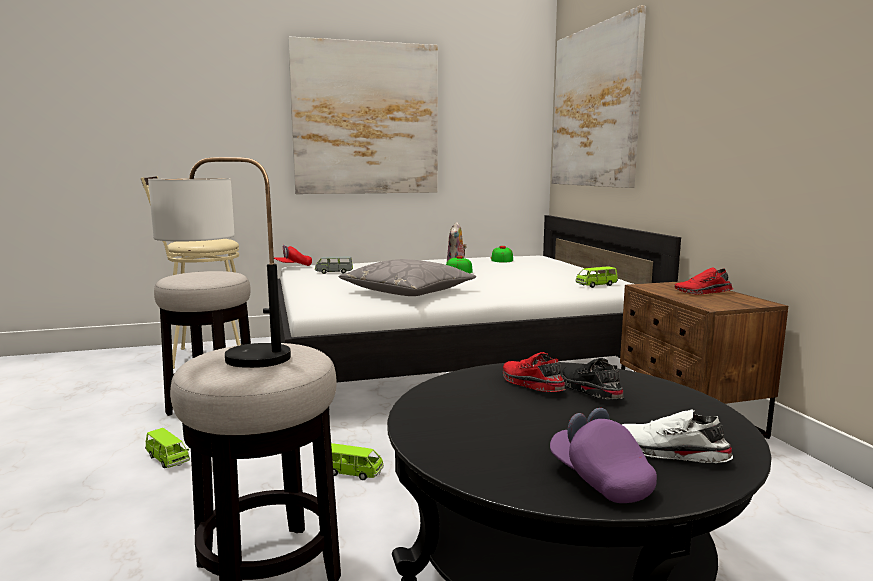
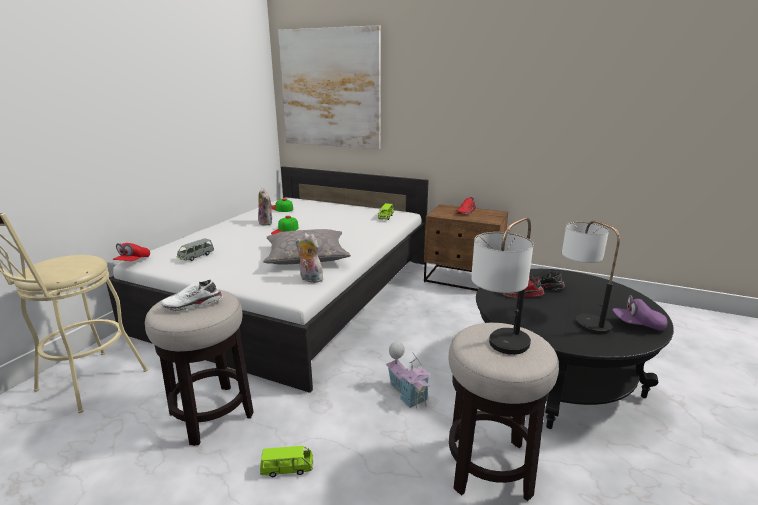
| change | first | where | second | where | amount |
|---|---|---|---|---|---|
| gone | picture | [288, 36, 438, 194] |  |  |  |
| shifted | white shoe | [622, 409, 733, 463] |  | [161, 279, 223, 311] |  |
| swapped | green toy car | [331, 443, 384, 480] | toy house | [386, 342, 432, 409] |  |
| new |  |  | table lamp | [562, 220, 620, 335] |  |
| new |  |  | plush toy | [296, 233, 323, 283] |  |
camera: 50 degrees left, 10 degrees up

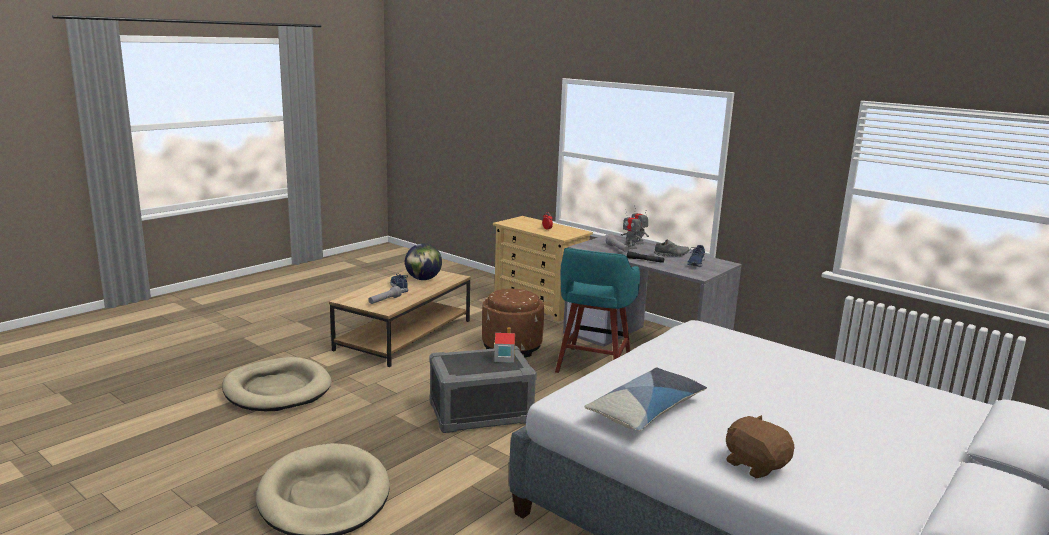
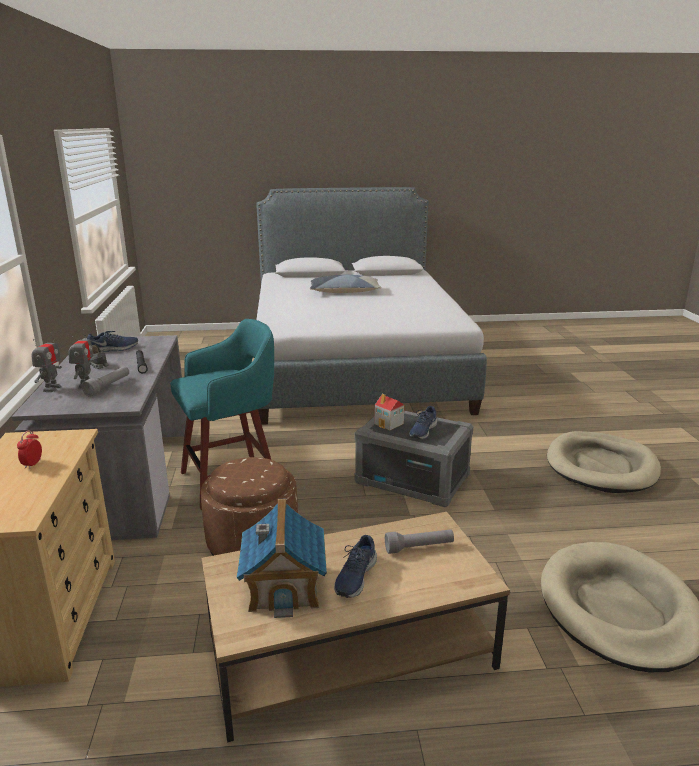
| change | first | where | second | where | amount |
|---|---|---|---|---|---|
| swapped | globe | [405, 243, 442, 280] | toy house | [237, 498, 327, 618] |  |
| shifted | pillow | [584, 368, 707, 431] |  | [310, 275, 381, 293] |  |
| gone | brown plush toy | [726, 415, 794, 478] |  |  |  |
| new |  |  | blue shoe | [409, 406, 437, 439] |  |
camera: 135 degrees left, 5 degrees up

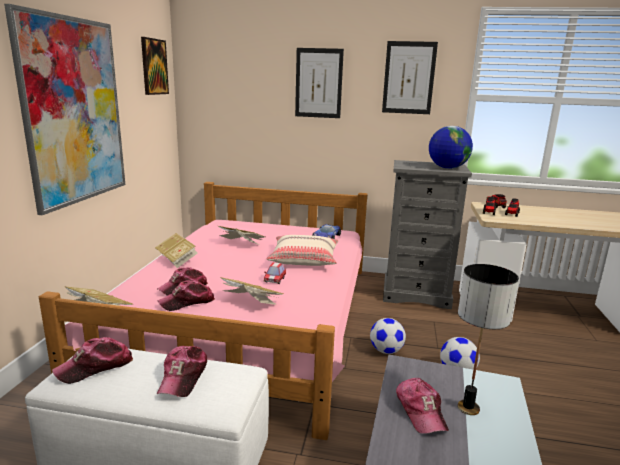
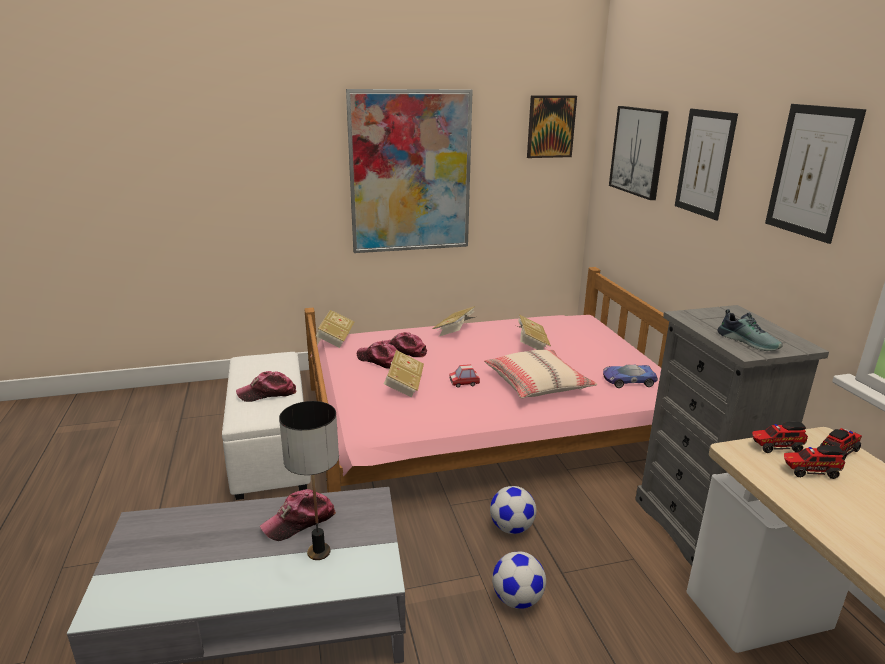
| change | first | where | second | where | amount |
|---|---|---|---|---|---|
| swapped | globe | [429, 126, 473, 169] | shoe | [717, 309, 783, 351] |  |
| gone | cap | [52, 337, 133, 384] |  |  |  |
| new |  |  | picture | [609, 106, 669, 200] |  |
camera: 65 degrees right, 5 degrees up

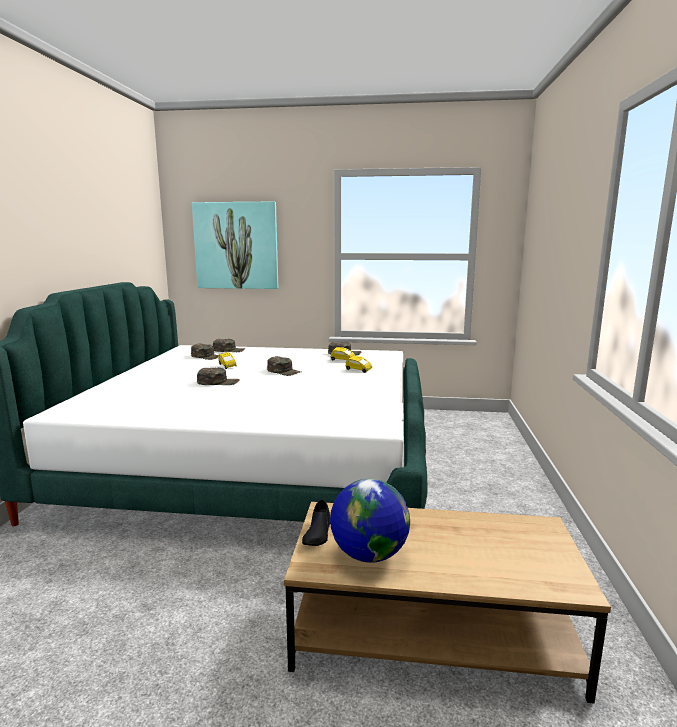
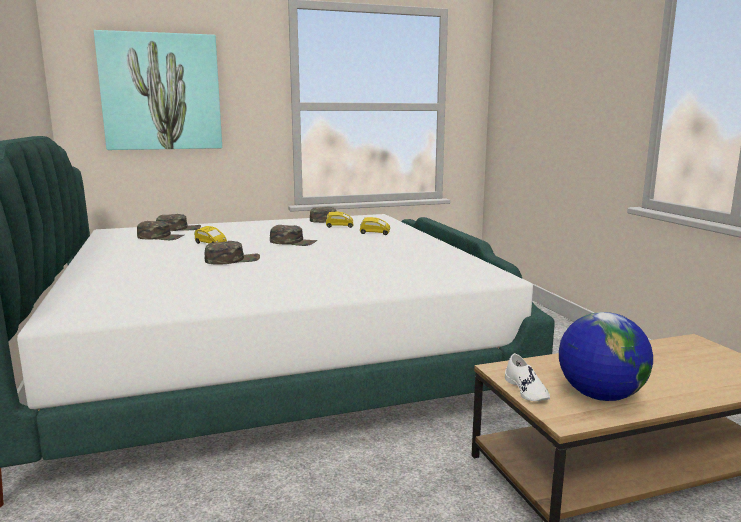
| change | first | where | second | where | amount |
|---|---|---|---|---|---|
| repainted | black shoe | [302, 499, 330, 546] | white shoe | [505, 353, 550, 401] |  |
camera: 25 degrees left, 0 degrees up

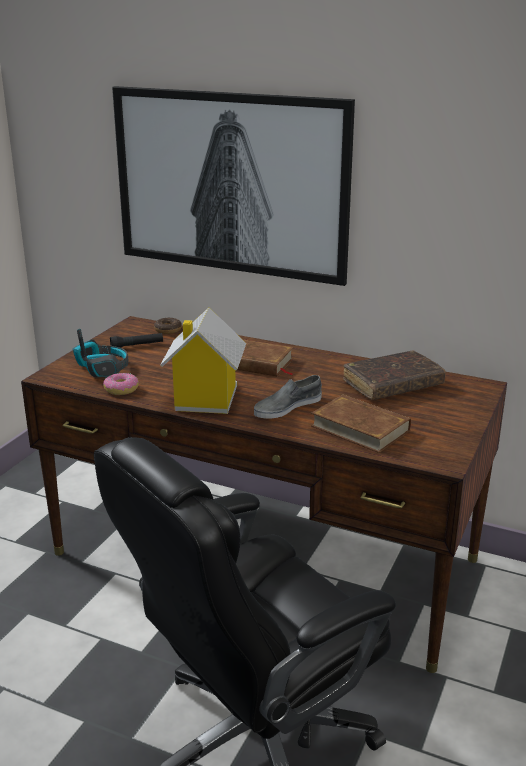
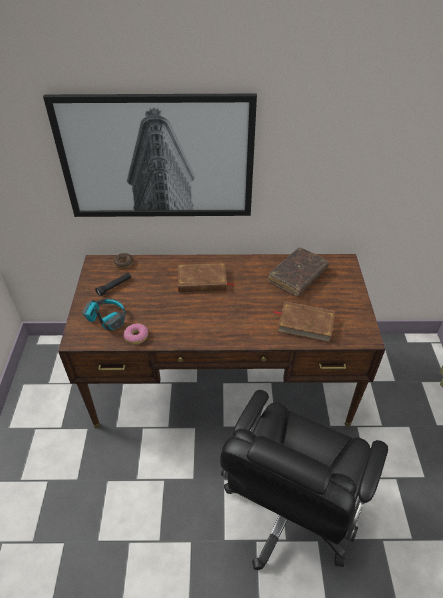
| change | first | where | second | where | amount |
|---|---|---|---|---|---|
| gone | toy house | [160, 307, 246, 414] |  |  |  |
| gone | grey shoe | [254, 375, 322, 419] |  |  |  |
camera: 25 degrees left, 20 degrees up

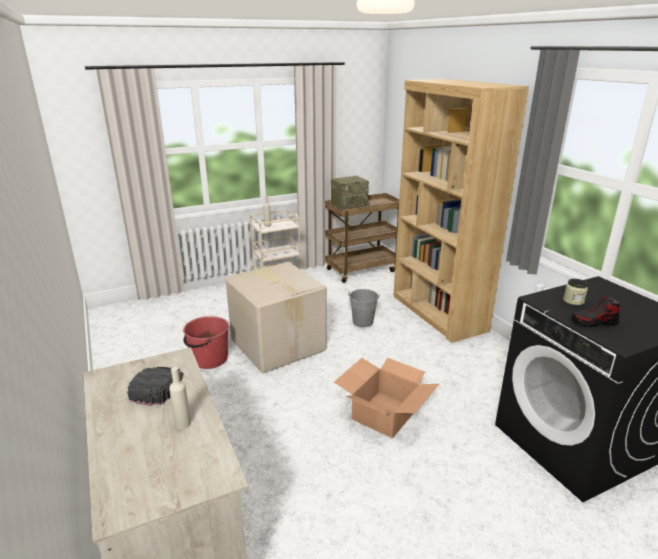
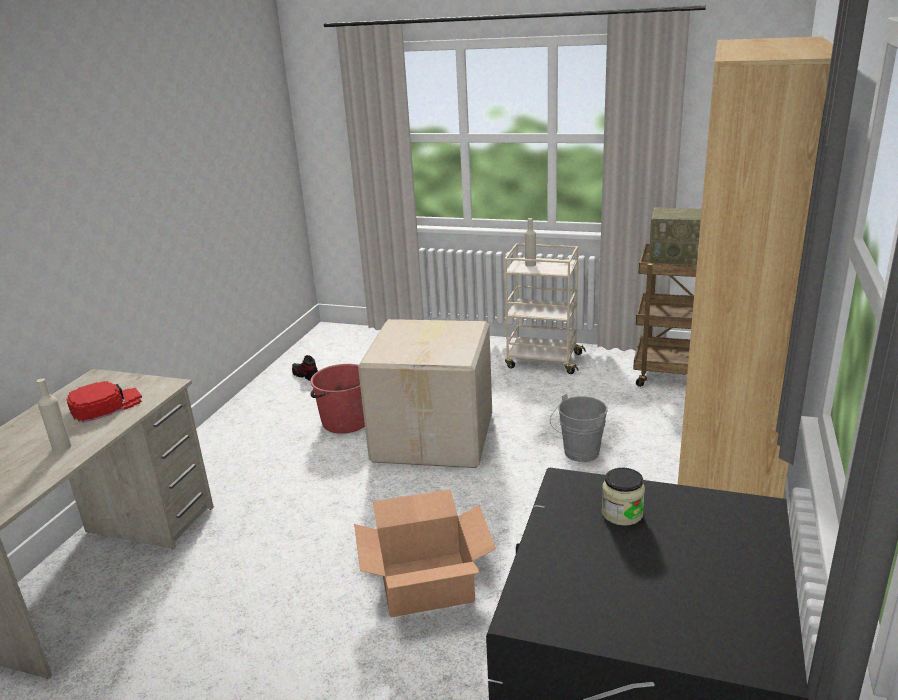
| change | first | where | second | where | amount |
|---|---|---|---|---|---|
| shifted | shoe | [572, 295, 620, 327] |  | [292, 355, 318, 381] |  |
| repainted | black cap | [127, 367, 184, 406] | red cap | [66, 381, 142, 423] |  |
camera: 45 degrees right, 0 degrees up

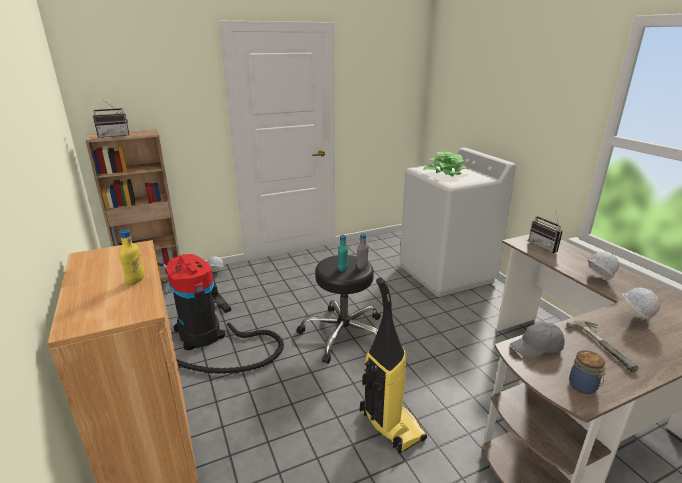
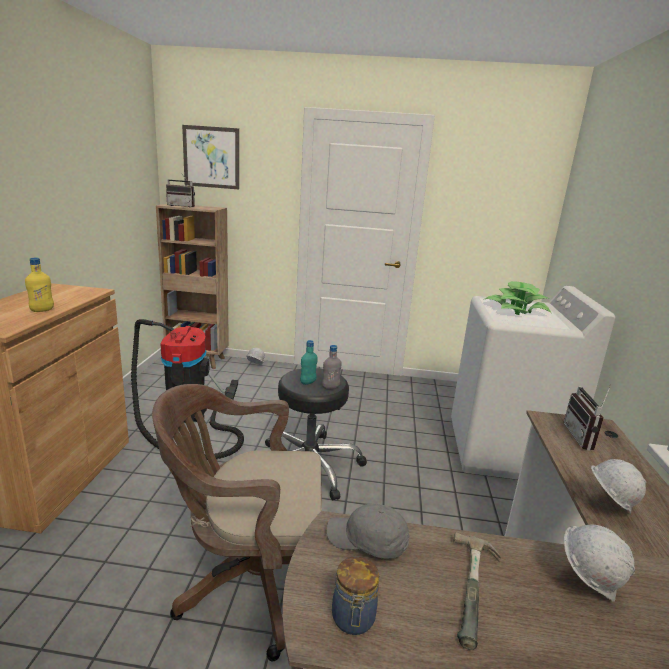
| change | first | where | second | where | amount |
|---|---|---|---|---|---|
| swapped | vacuum cleaner | [360, 278, 427, 454] | brown office chair | [152, 384, 322, 662] |  |
| new |  |  | picture | [182, 125, 239, 189] |  |
camera: 30 degrees right, 5 degrees down

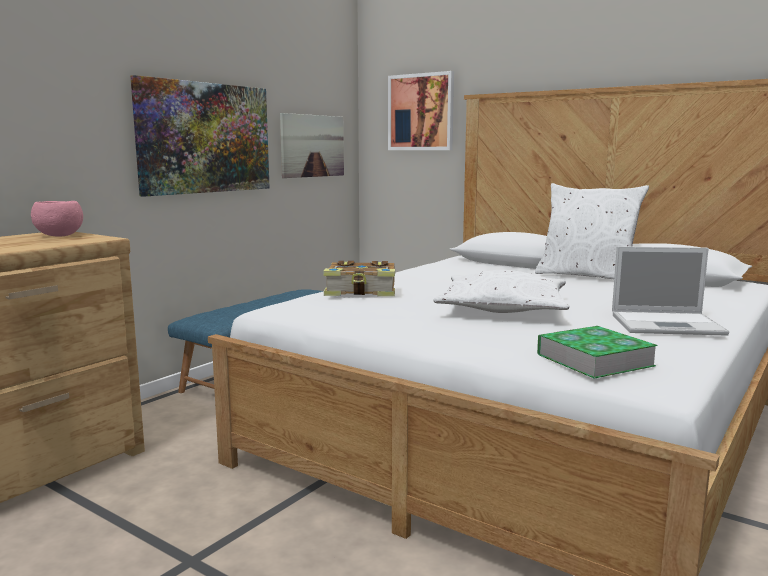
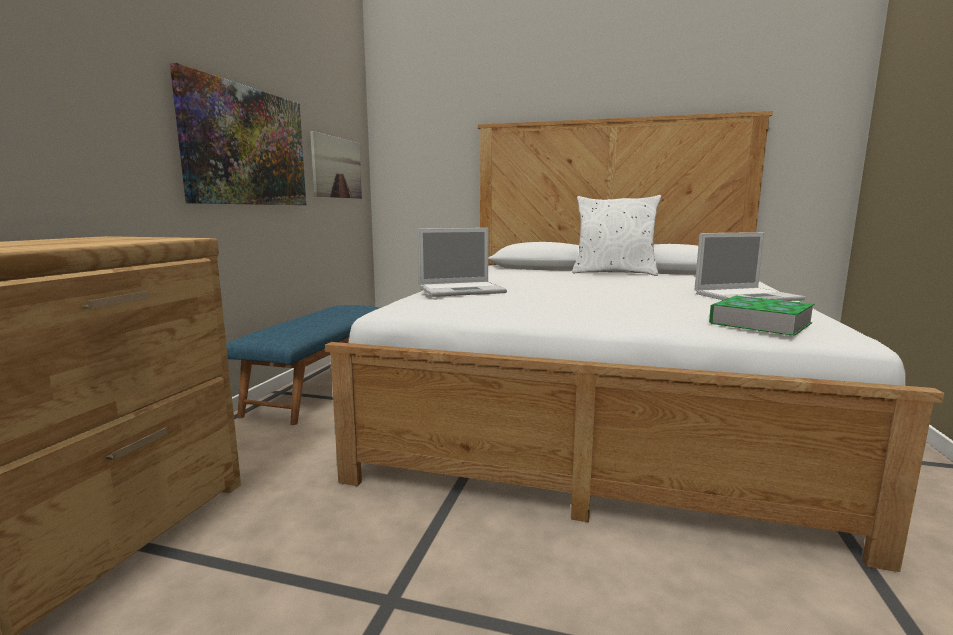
| change | first | where | second | where | amount |
|---|---|---|---|---|---|
| gone | picture | [388, 71, 454, 150] |  |  |  |
| gone | pink bowl | [31, 201, 83, 237] |  |  |  |
| swapped | book | [323, 261, 395, 296] | laptop | [418, 228, 507, 297] |  |
| gone | white pillow | [434, 270, 569, 313] |  |  |  |
camera: 20 degrees left, 0 degrees up

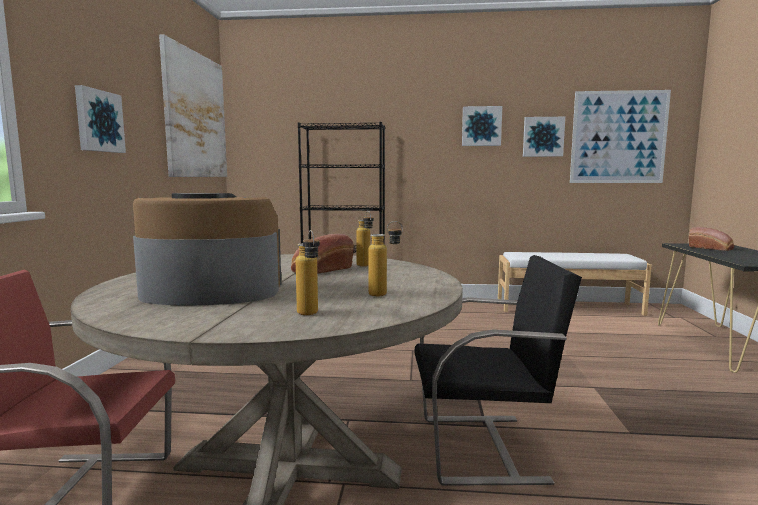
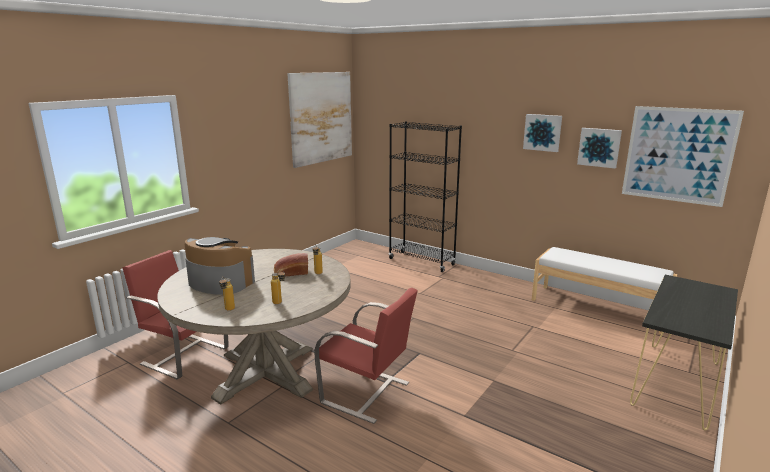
| change | first | where | second | where | amount |
|---|---|---|---|---|---|
| gone | picture | [75, 85, 126, 153] |  |  |  |
| gone | bread | [689, 227, 734, 251] |  |  |  |
| repainted | black chair | [414, 255, 582, 486] | red chair | [314, 288, 418, 424] |  |
camera: 30 degrees right, 10 degrees up

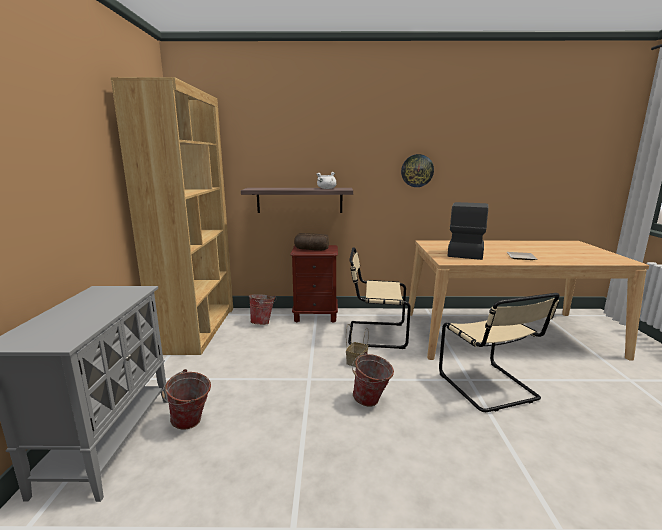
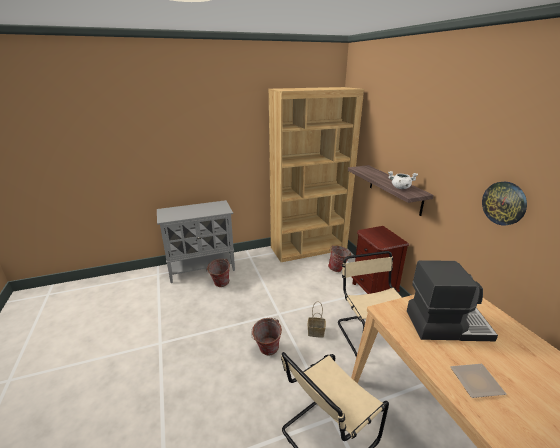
| change | first | where | second | where | amount |
|---|---|---|---|---|---|
| gone | bread | [294, 233, 329, 251] |  |  |  |
camera: 70 degrees right, 10 degrees up

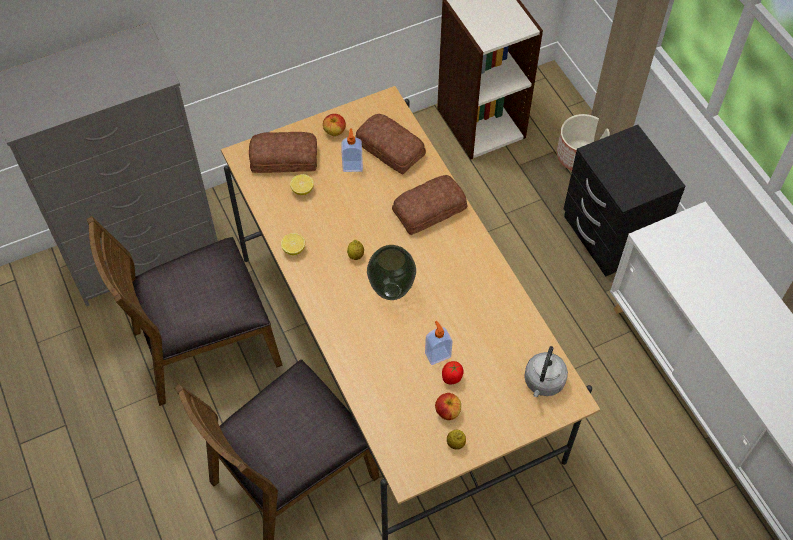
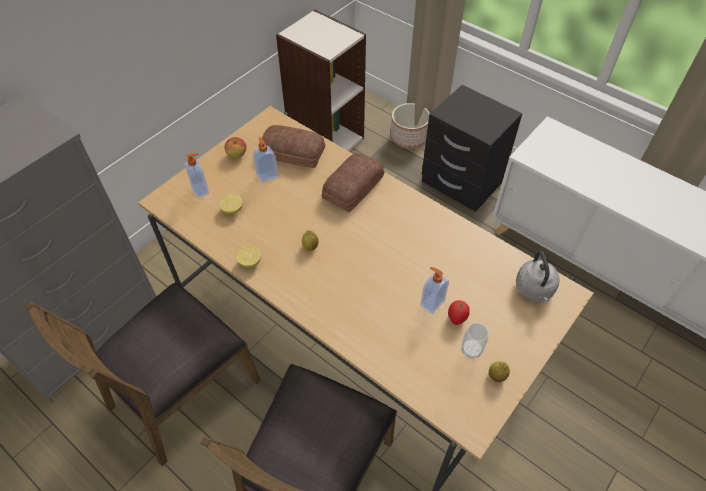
| change | first | where | second | where | amount |
|---|---|---|---|---|---|
| swapped | bread | [249, 132, 317, 173] | soap dispenser | [185, 153, 209, 198] |  |
| gone | vase | [367, 245, 416, 300] |  |  |  |
| swapped | apple | [435, 393, 461, 420] | cup | [462, 323, 489, 359] |  |
camera: 25 degrees left, 5 degrees down

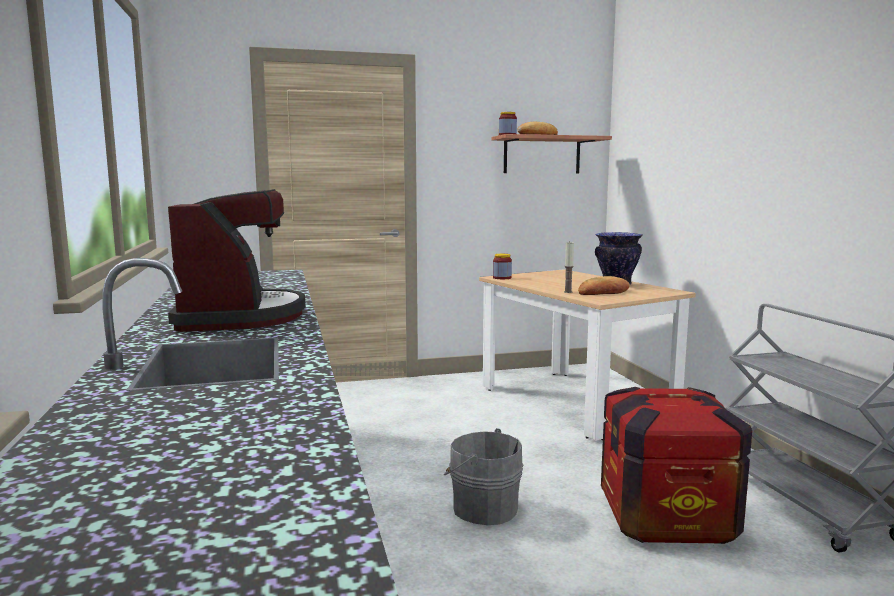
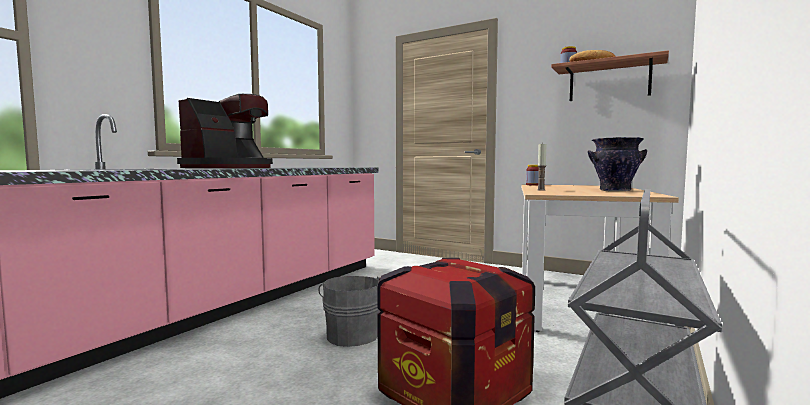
| change | first | where | second | where | amount |
|---|---|---|---|---|---|
| gone | bread | [578, 276, 630, 295] |  |  |  |
camera: 45 degrees right, 5 degrees down

